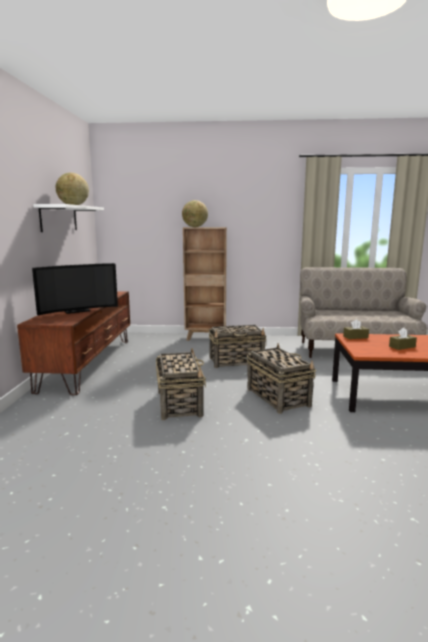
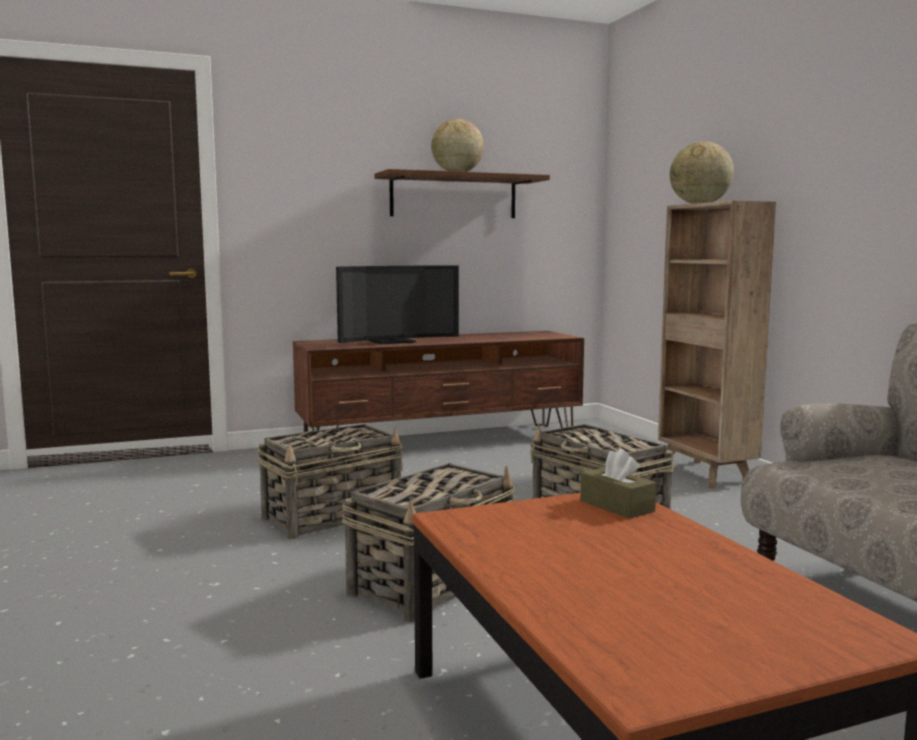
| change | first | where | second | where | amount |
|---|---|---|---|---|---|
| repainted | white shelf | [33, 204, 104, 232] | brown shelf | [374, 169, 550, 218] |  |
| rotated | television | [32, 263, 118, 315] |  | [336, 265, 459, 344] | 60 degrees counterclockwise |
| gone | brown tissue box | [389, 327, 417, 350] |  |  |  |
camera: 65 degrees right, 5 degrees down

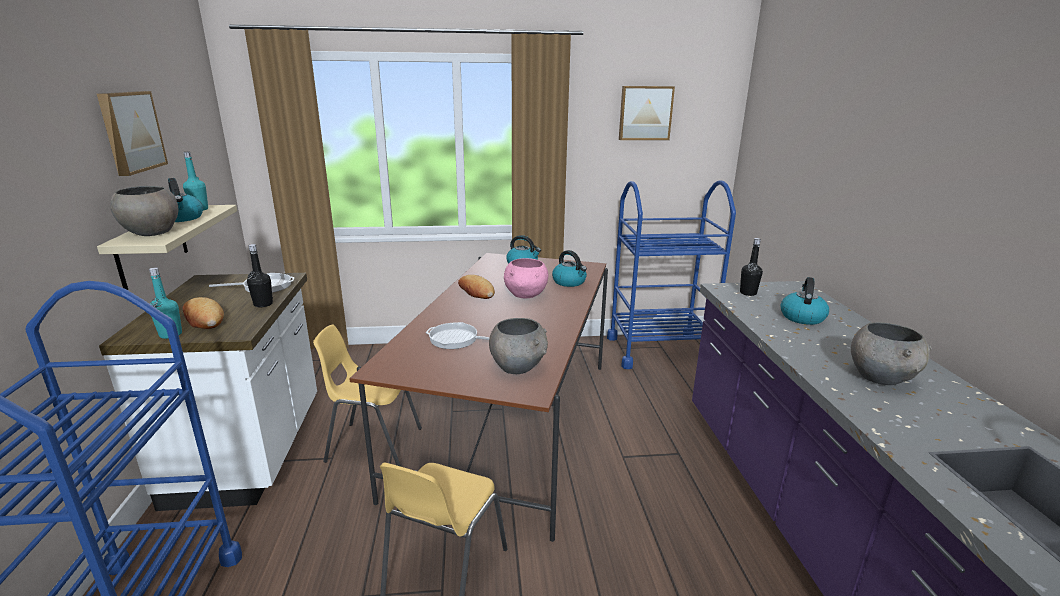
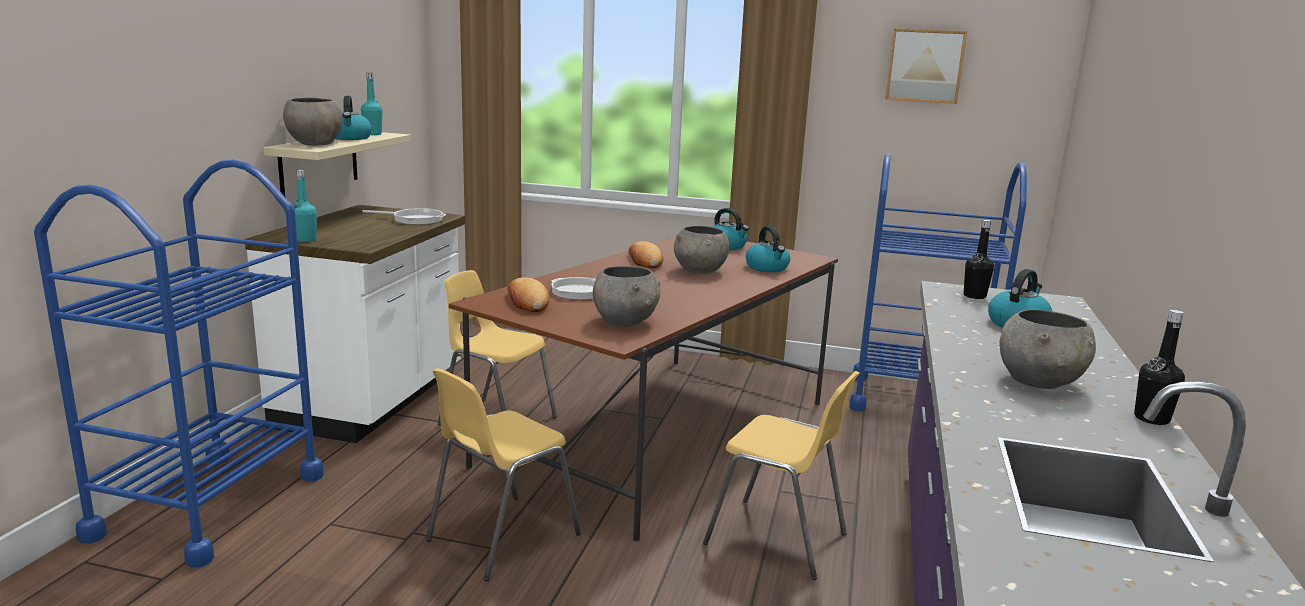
| change | first | where | second | where | amount |
|---|---|---|---|---|---|
| gone | picture | [97, 91, 168, 176] |  |  |  |
| shifted | black bottle | [247, 244, 273, 307] |  | [1134, 310, 1185, 425] |  |
| repainted | pink bowl | [504, 258, 548, 298] | grey bowl | [674, 226, 729, 274] |  |
| shifted | bread | [183, 297, 224, 329] |  | [507, 277, 550, 312] |  |
| new |  |  | yellow chair | [703, 371, 860, 580] |  |
camera: 20 degrees right, 5 degrees down

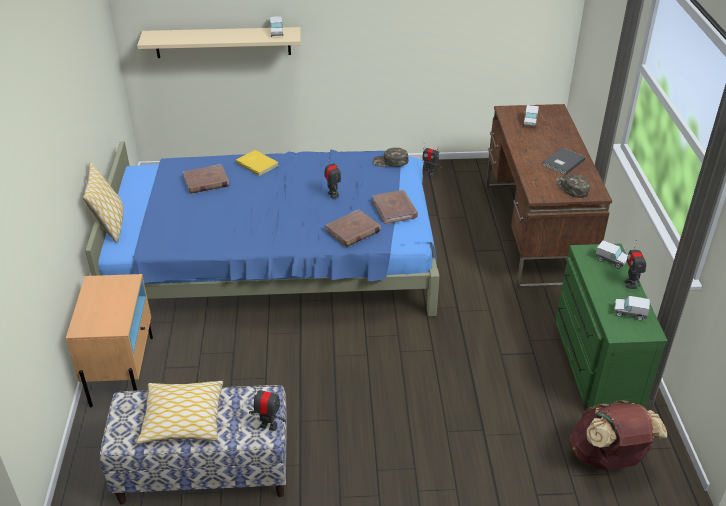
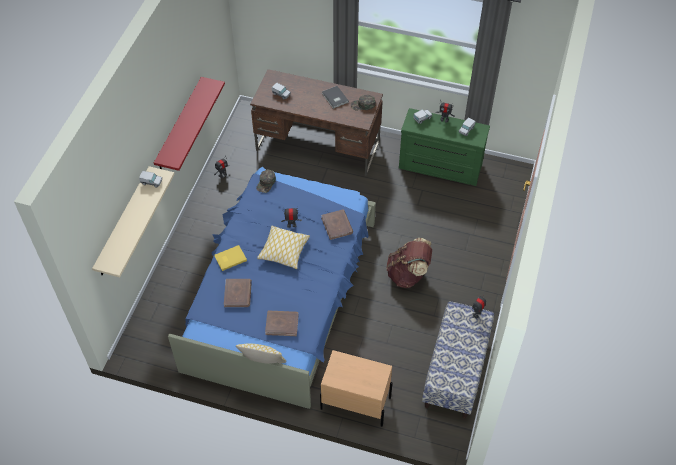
| change | first | where | second | where | amount |
|---|---|---|---|---|---|
| shifted | brown book | [372, 190, 418, 224] |  | [265, 310, 299, 336] |  |
| shifted | pillow | [136, 381, 223, 444] |  | [257, 226, 310, 269] |  |
| shifted | brown backpack | [569, 400, 668, 470] |  | [386, 238, 432, 288] |  |
| new |  |  | red shelf | [154, 77, 225, 171] |  |
camera: 70 degrees left, 15 degrees up

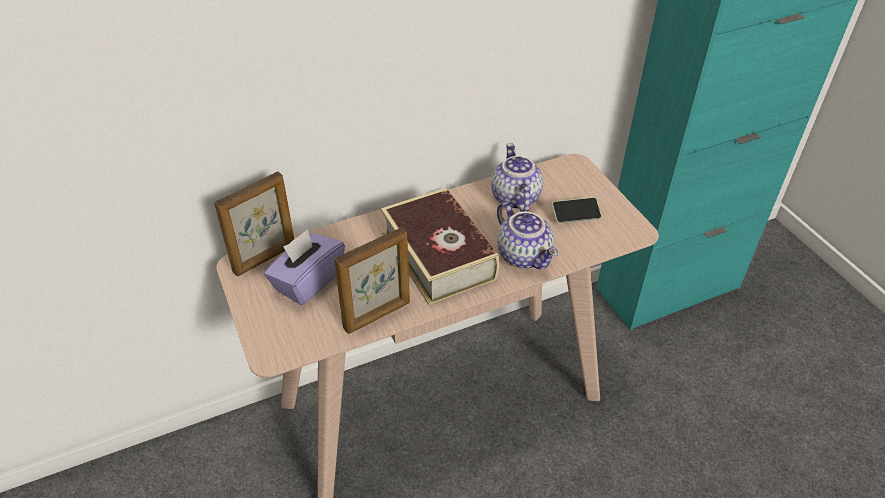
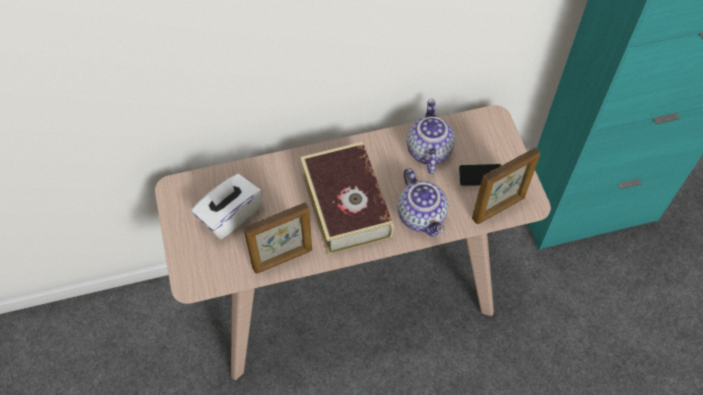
| change | first | where | second | where | amount |
|---|---|---|---|---|---|
| shifted | picture frame | [214, 172, 294, 276] |  | [472, 147, 540, 224] |  |
| repainted | purple tissue box | [264, 229, 345, 305] | white tissue box | [191, 174, 262, 239] |  |
camera: 10 degrees right, 15 degrees up

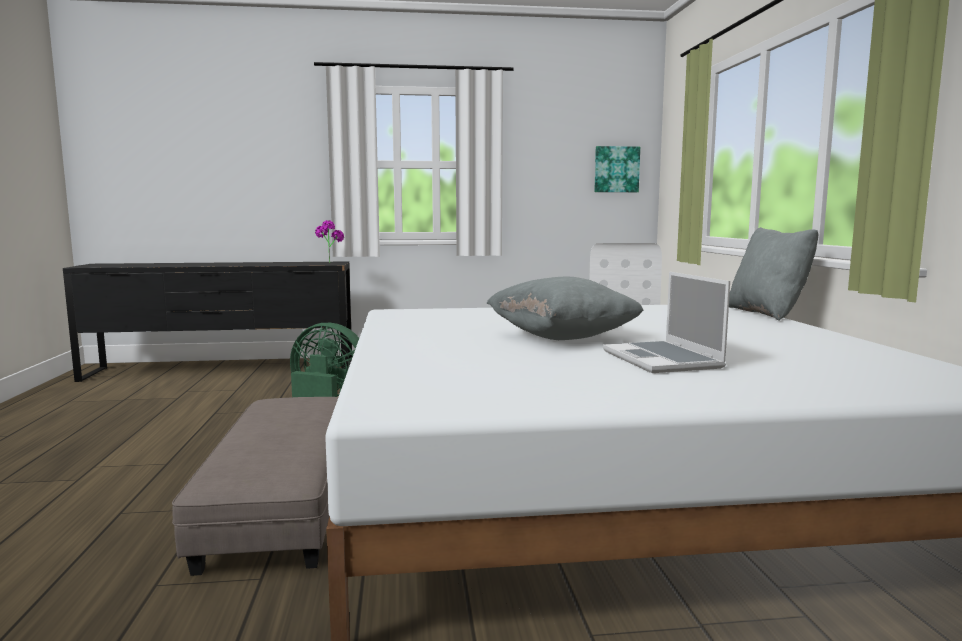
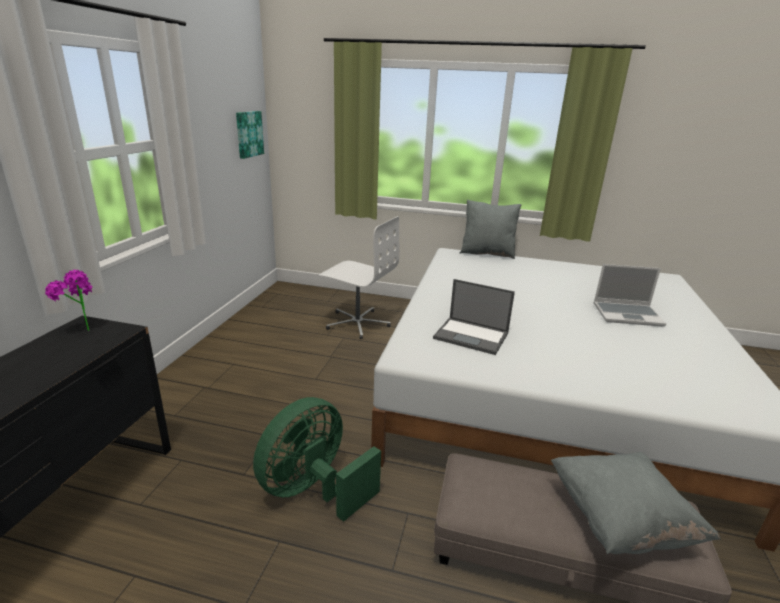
| change | first | where | second | where | amount |
|---|---|---|---|---|---|
| shifted | grey pillow | [486, 277, 643, 340] |  | [551, 452, 721, 554] |  |
| new |  |  | laptop | [433, 279, 515, 355] |  |
camera: 70 degrees left, 15 degrees up

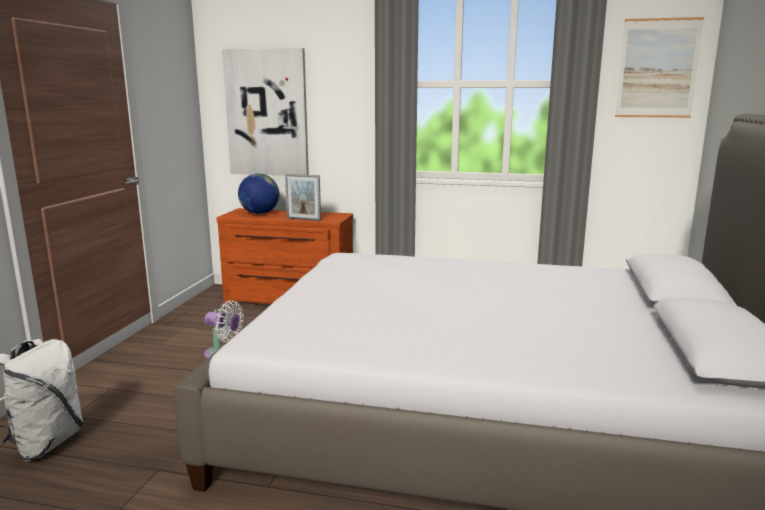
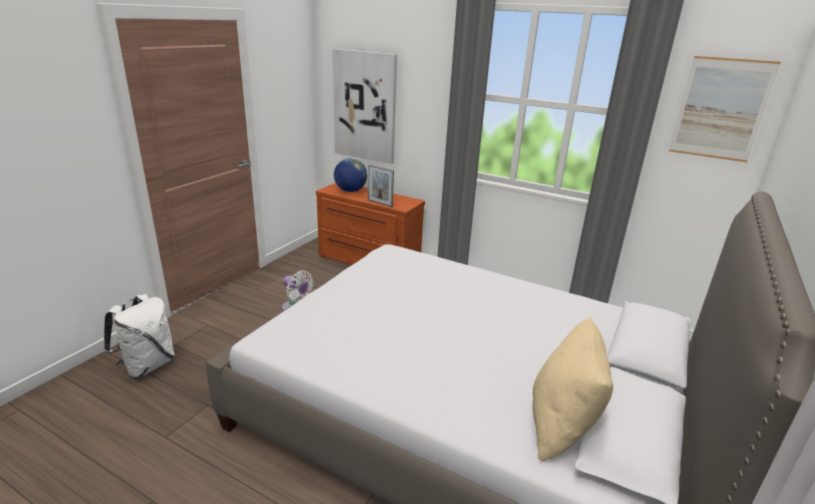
| change | first | where | second | where | amount |
|---|---|---|---|---|---|
| new |  |  | beige pillow | [533, 317, 613, 462] |  |
camera: 15 degrees right, 10 degrees up

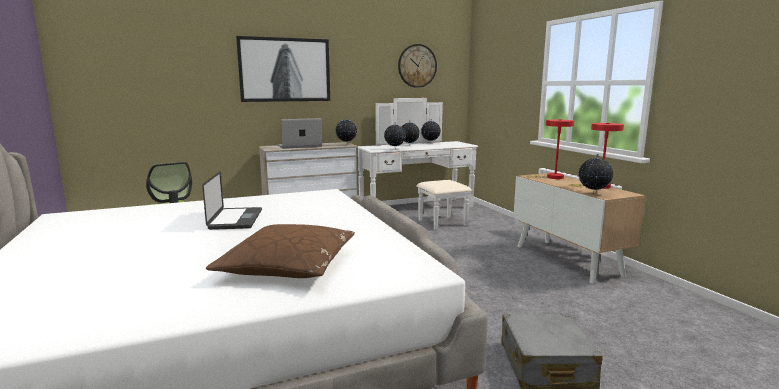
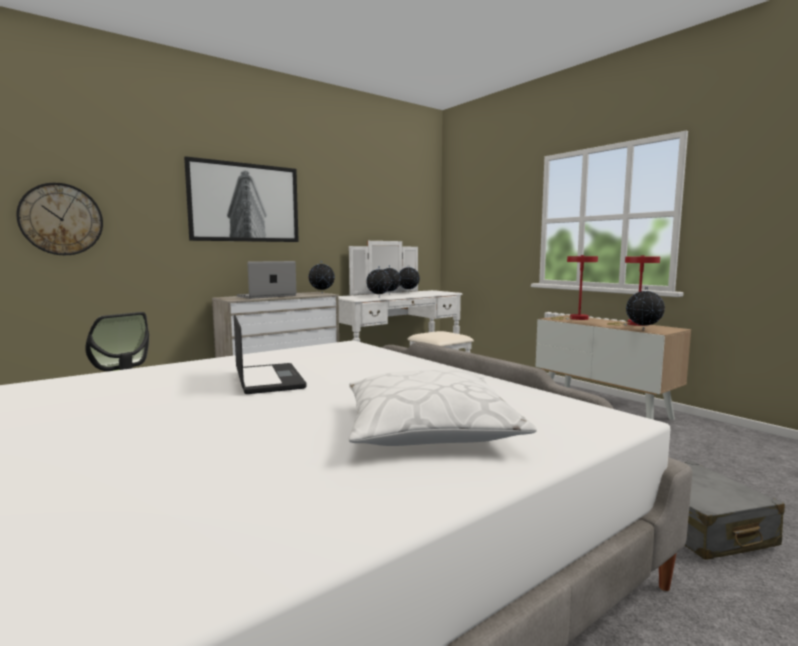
| change | first | where | second | where | amount |
|---|---|---|---|---|---|
| shifted | wall clock | [398, 44, 437, 88] |  | [16, 183, 103, 255] |  |
| repainted | brown pillow | [206, 224, 355, 278] | white pillow | [349, 370, 537, 446] |  |
camera: 15 degrees left, 5 degrees down

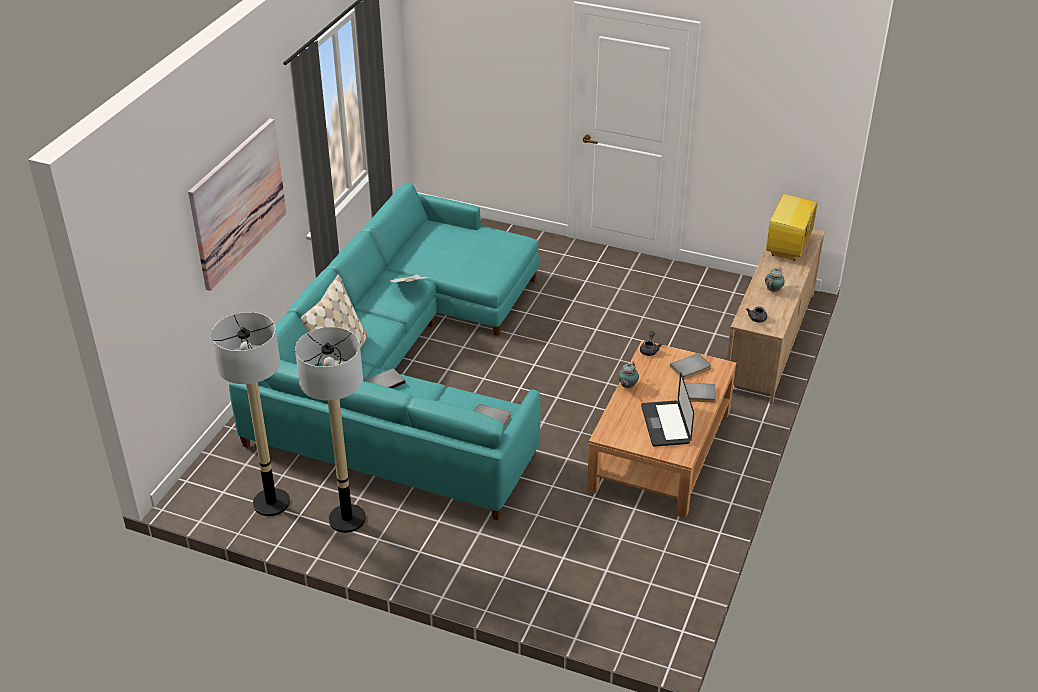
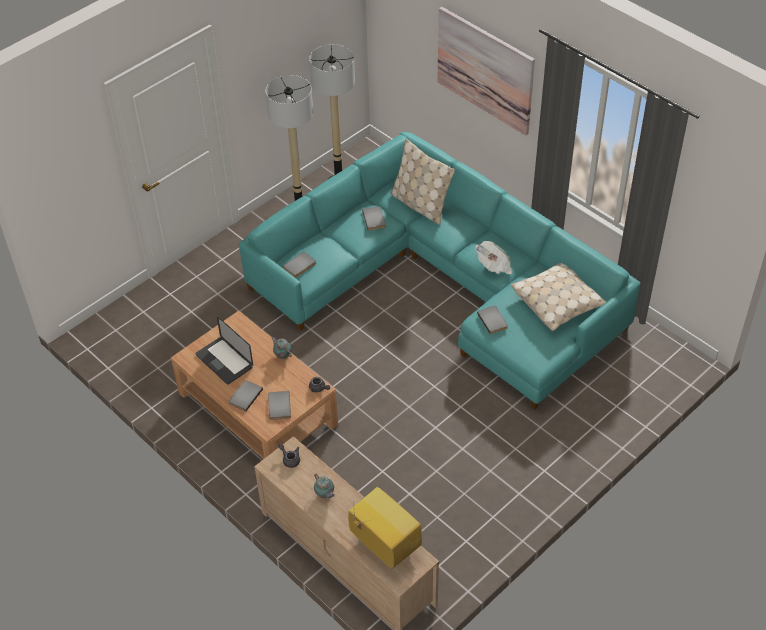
| change | first | where | second | where | amount |
|---|---|---|---|---|---|
| rotated | laptop | [641, 372, 694, 447] |  | [195, 316, 253, 384] | 150 degrees counterclockwise |
| new |  |  | beige pillow | [511, 263, 606, 331] |  |
| new |  |  | grey book | [477, 306, 508, 334] |  |
camera: 115 degrees right, 10 degrees up

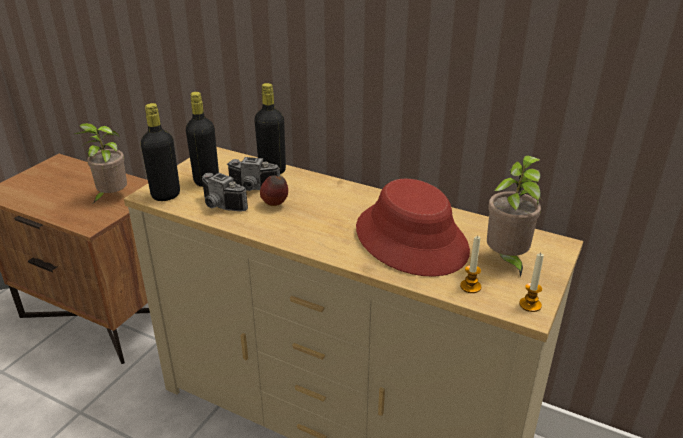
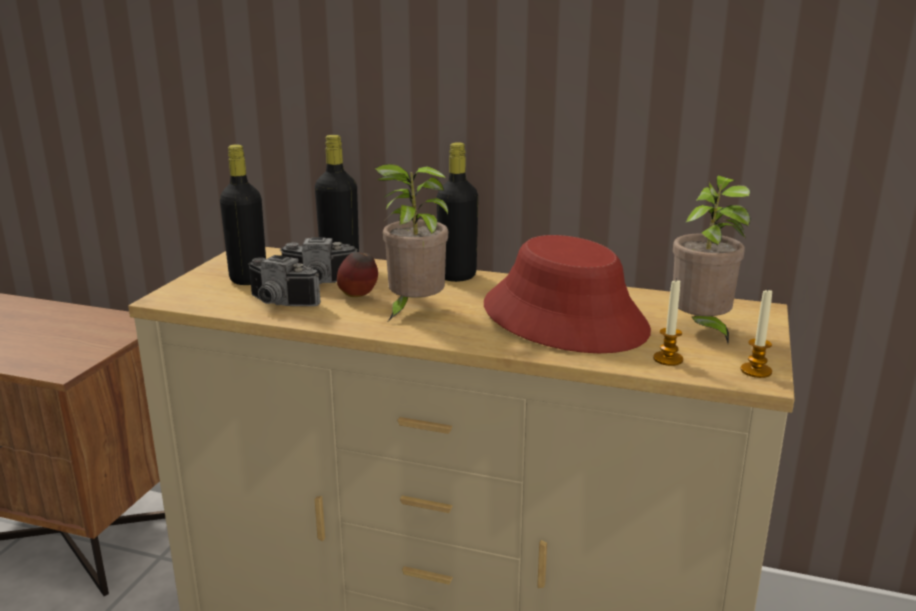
| change | first | where | second | where | amount |
|---|---|---|---|---|---|
| shifted | black bottle | [141, 103, 180, 201] |  | [437, 142, 478, 282] |  |
| shifted | potted plant | [74, 123, 127, 203] |  | [375, 164, 448, 321] |  |
camera: 10 degrees left, 10 degrees down

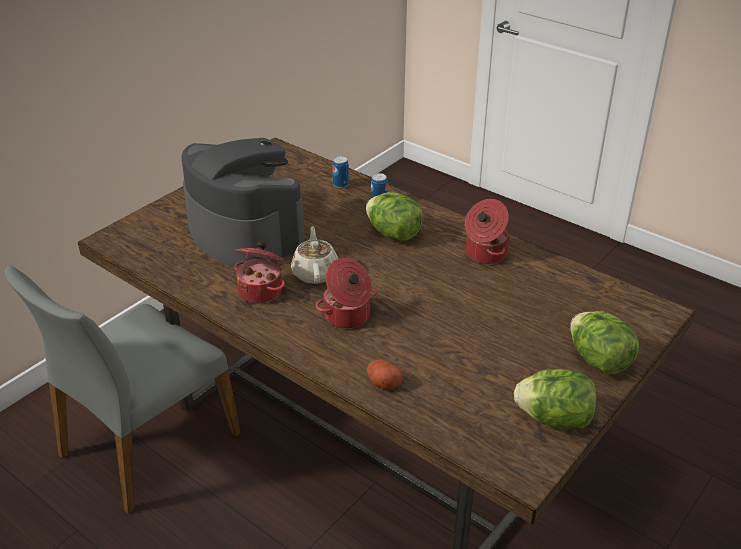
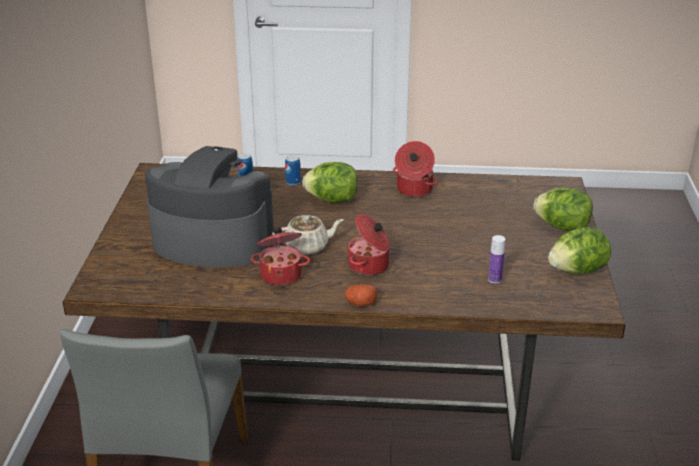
| change | first | where | second | where | amount |
|---|---|---|---|---|---|
| rotated | beige teapot | [291, 226, 338, 284] |  | [272, 215, 344, 255] | 120 degrees clockwise |
| shifted | potato | [367, 360, 403, 390] |  | [345, 284, 378, 306] |  |
| new |  |  | bottle | [488, 235, 505, 284] |  |
camera: 35 degrees left, 5 degrees down

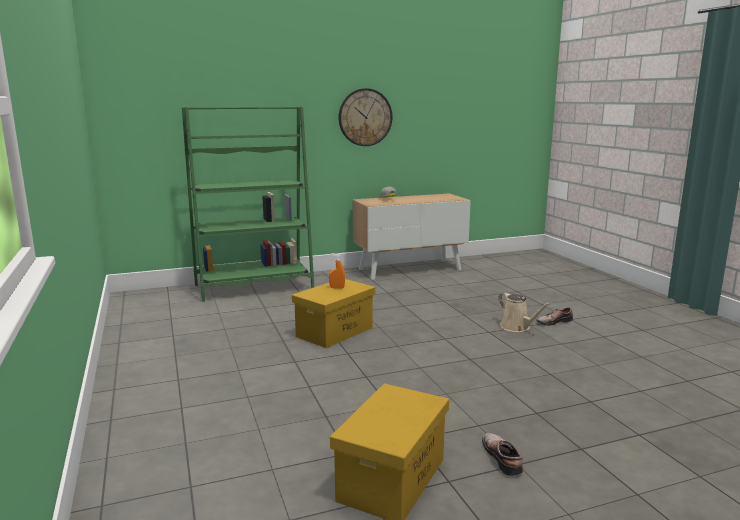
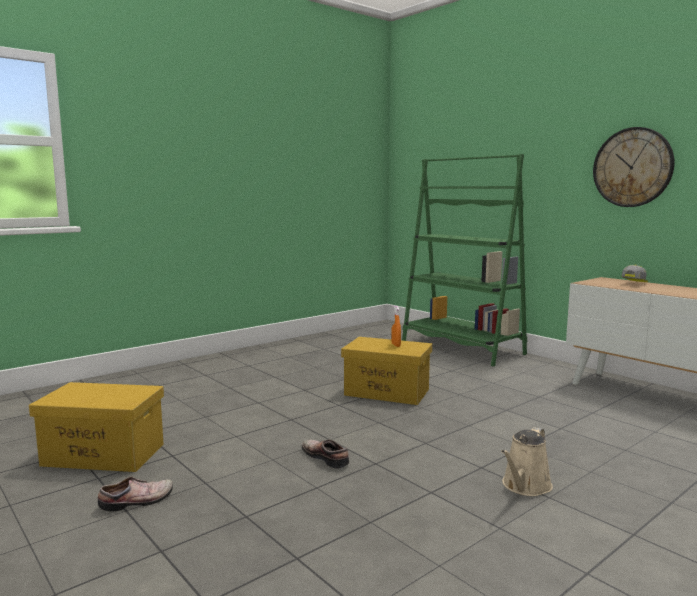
| change | first | where | second | where | amount |
|---|---|---|---|---|---|
| shifted | shoe | [536, 307, 573, 326] |  | [302, 439, 349, 469] |  |
camera: 70 degrees right, 5 degrees down

